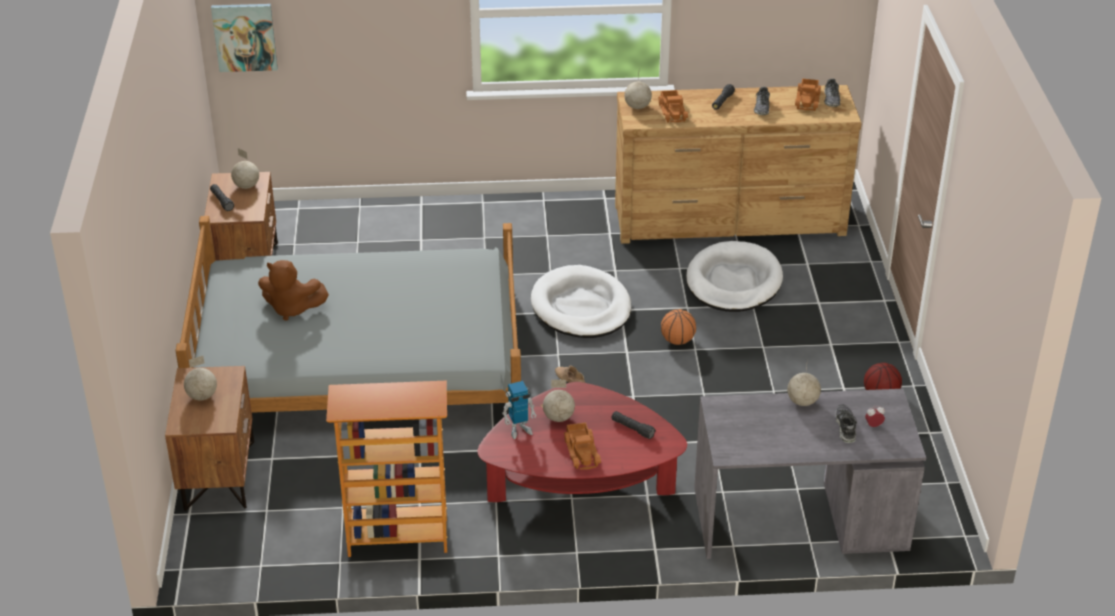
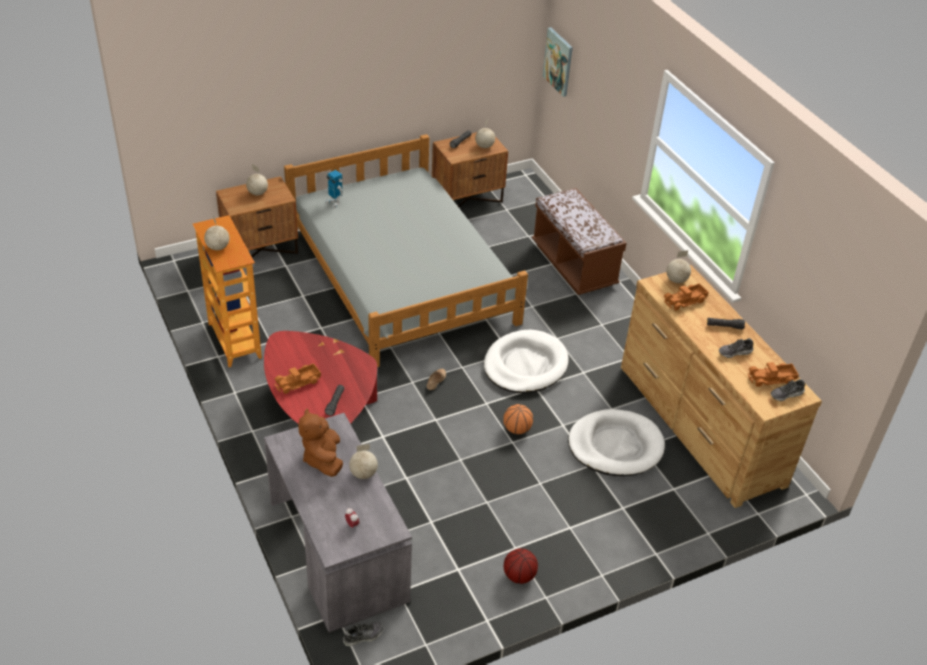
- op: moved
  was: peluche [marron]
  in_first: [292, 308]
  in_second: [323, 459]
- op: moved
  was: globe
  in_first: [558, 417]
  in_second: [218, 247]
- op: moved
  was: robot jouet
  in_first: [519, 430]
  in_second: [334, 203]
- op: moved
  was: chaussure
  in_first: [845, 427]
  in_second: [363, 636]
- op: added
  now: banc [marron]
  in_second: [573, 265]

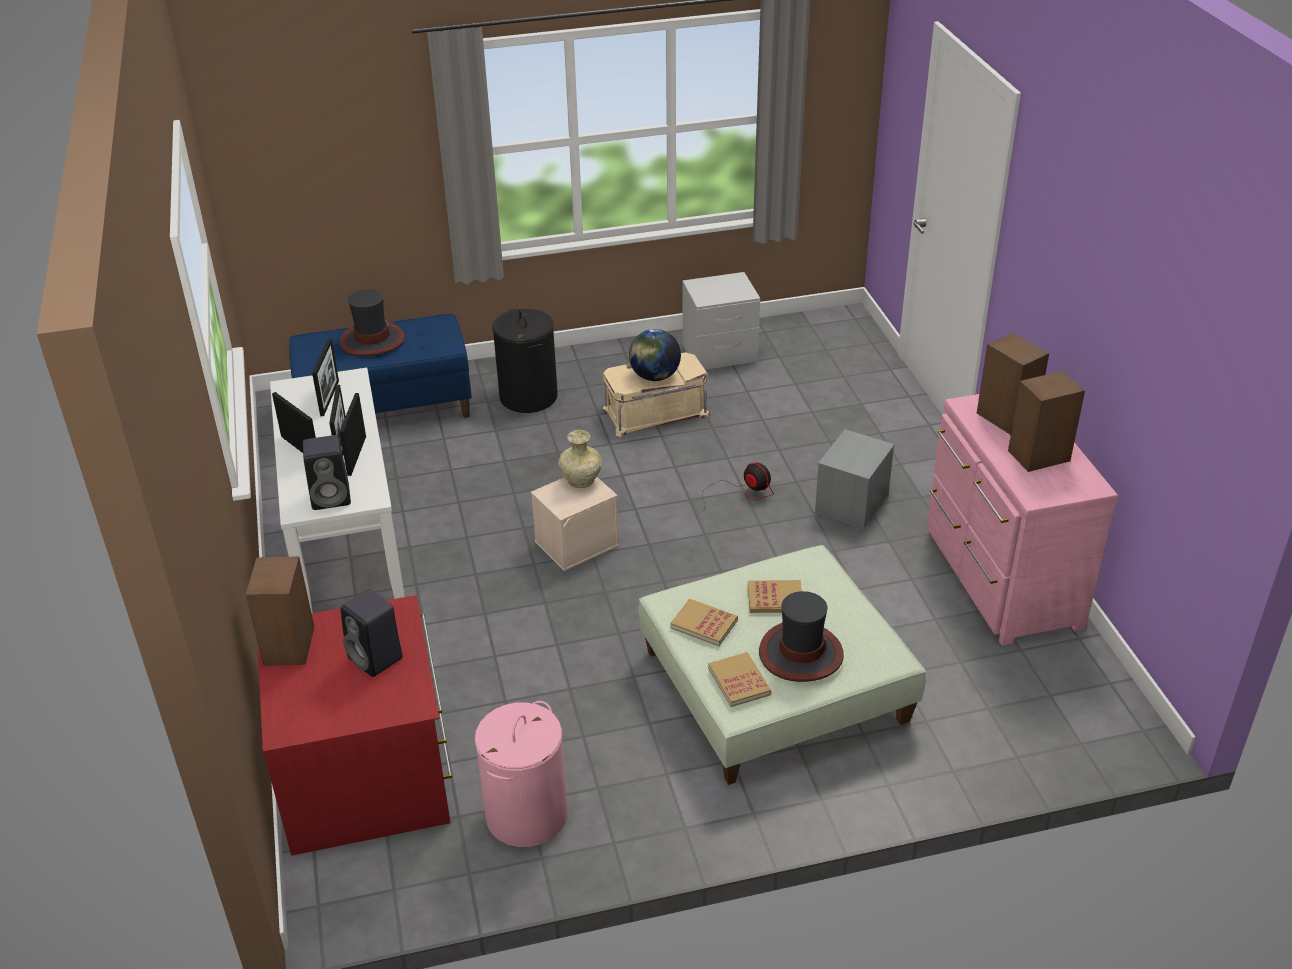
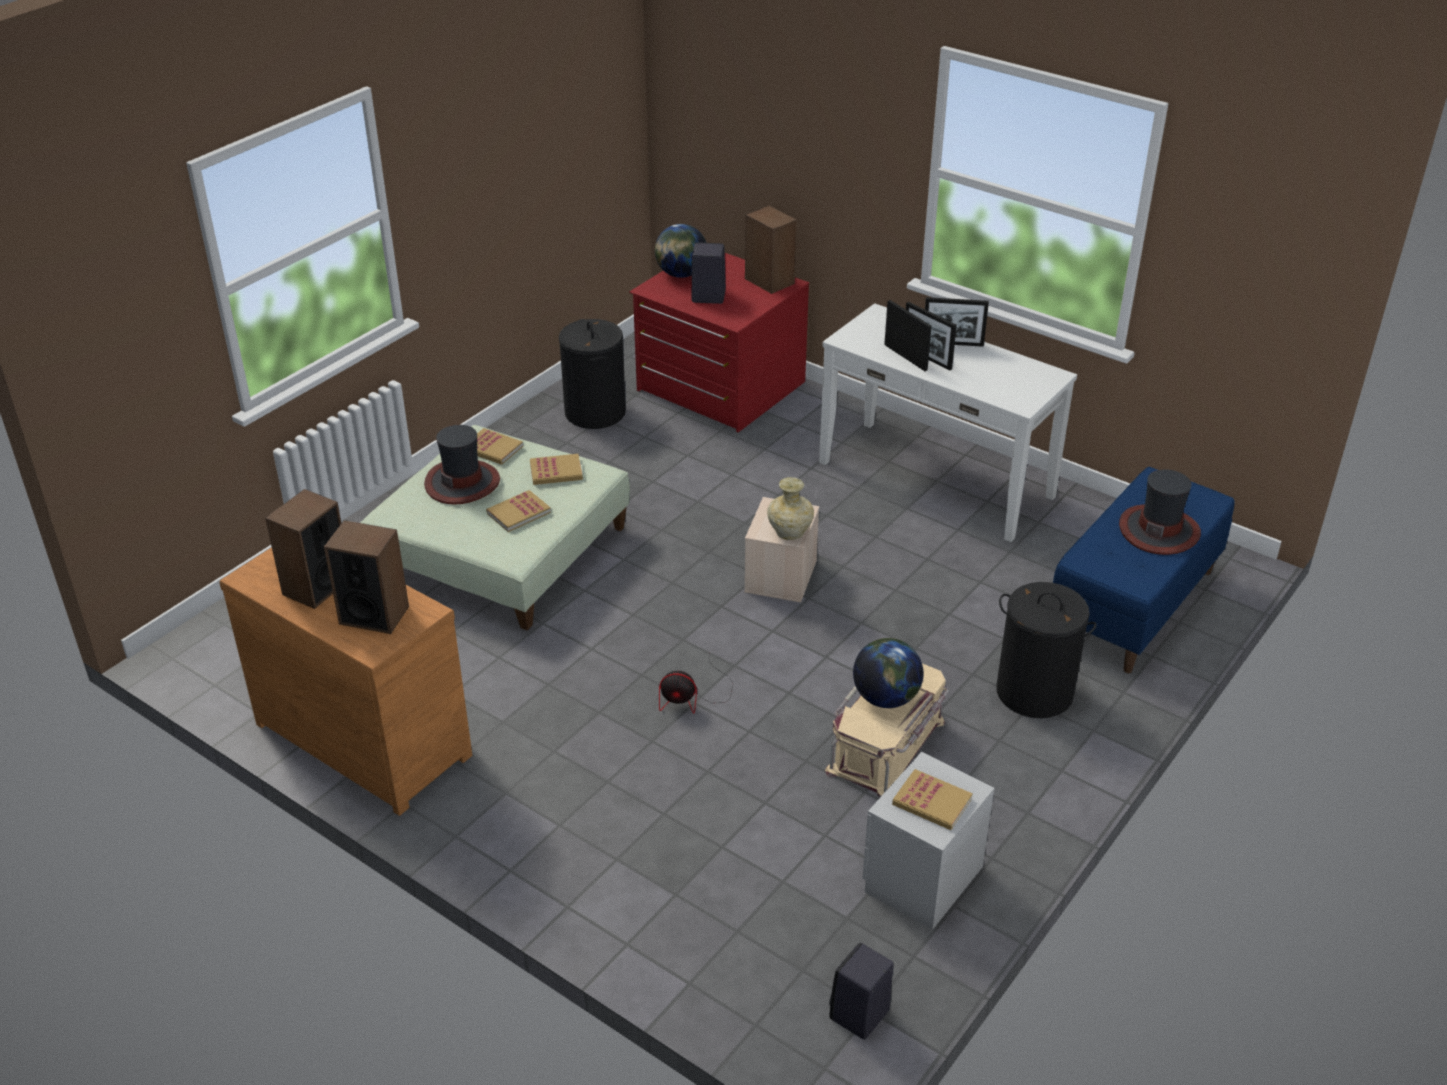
- op: removed
  was: cadre photo
  in_first: [329, 398]
- op: recoloured
  was: commode [rose]
  now: commode [marron]
  in_first: [999, 579]
  in_second: [366, 735]
- op: removed
  was: boîte de rangement [gris]
  in_first: [852, 504]
- op: moved
  was: enceinte [noir]
  in_first: [332, 497]
  in_second: [859, 1016]
- op: recoloured
  was: panier à linge [rose]
  now: panier à linge [noir]
  in_first: [526, 816]
  in_second: [595, 412]
- op: added
  now: globe
  in_second: [681, 274]
- op: added
  now: livre
  in_second: [932, 802]

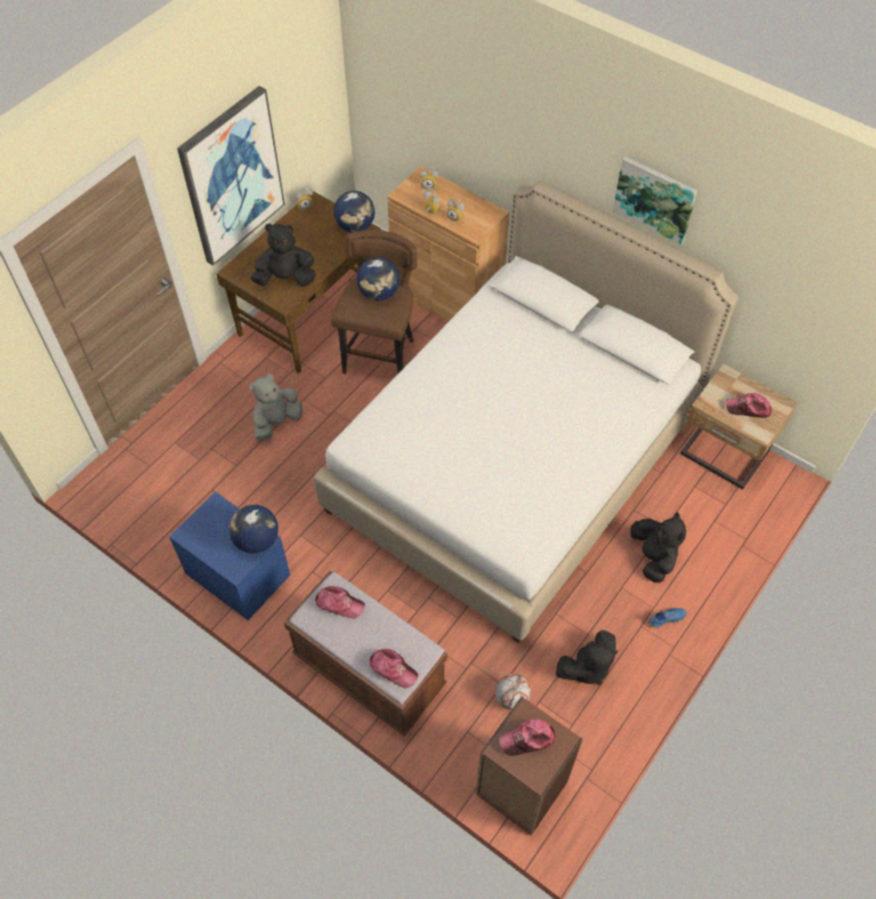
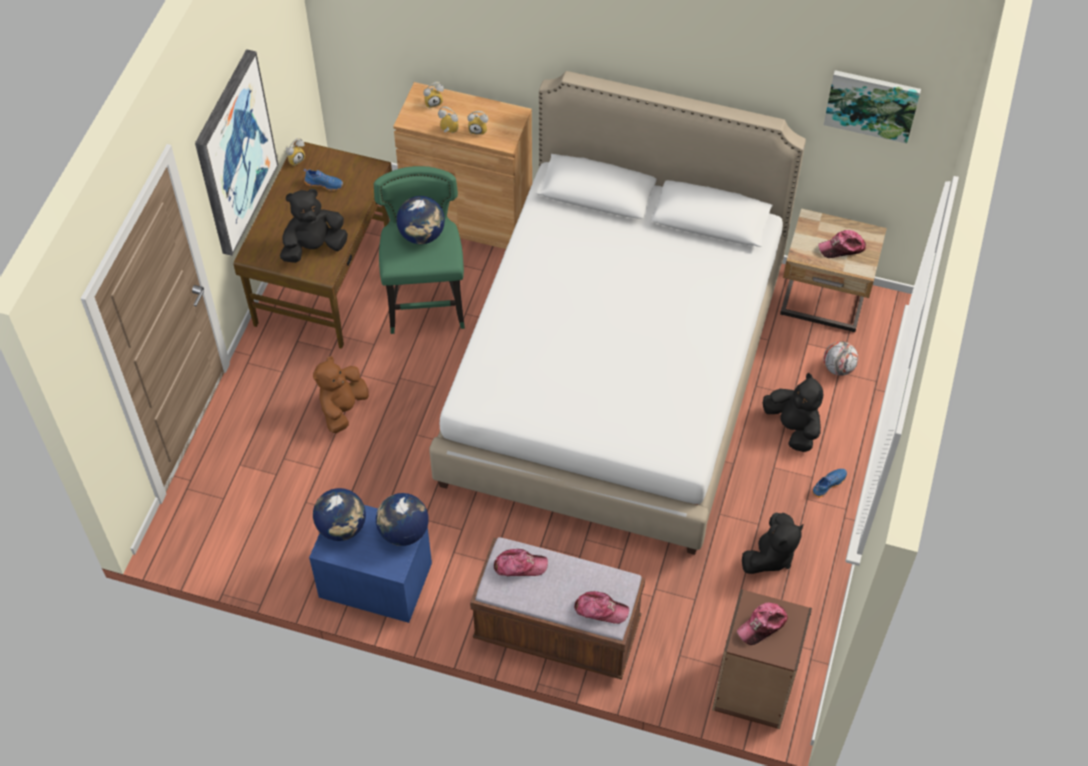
- op: moved
  was: tableau
  in_first: [655, 199]
  in_second: [872, 104]
- op: moved
  was: globe
  in_first: [355, 226]
  in_second: [342, 527]
- op: recoloured
  was: tabouret [marron]
  now: tabouret [vert]
  in_first: [381, 359]
  in_second: [426, 306]
- op: recoloured
  was: peluche [gris]
  now: peluche [marron]
  in_first: [277, 422]
  in_second: [342, 408]
- op: moved
  was: ballon de foot
  in_first: [511, 698]
  in_second: [838, 368]
- op: added
  now: chaussure [bleu]
  in_second: [324, 183]

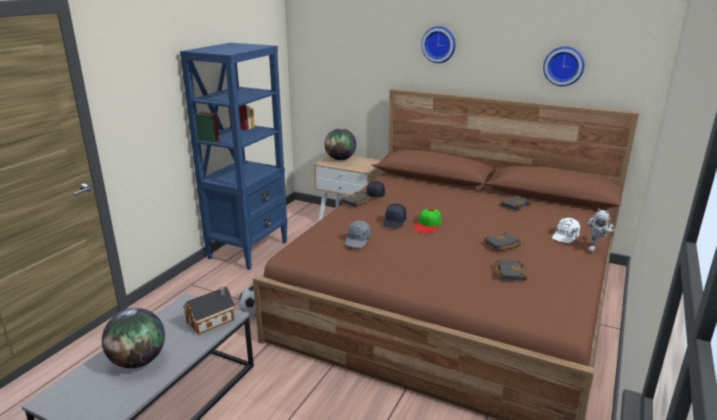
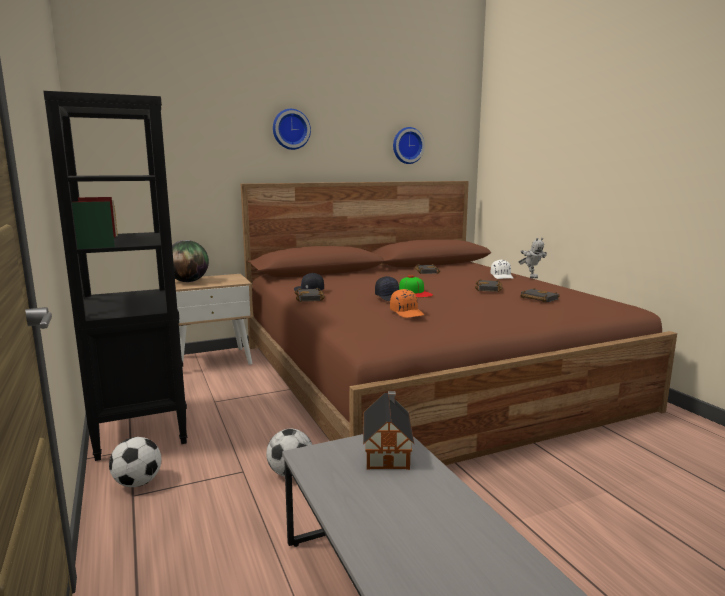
- op: recoloured
  was: bibliothèque [bleu]
  now: bibliothèque [noir]
  in_first: [249, 249]
  in_second: [140, 427]
- op: recoloured
  was: casquette [gris]
  now: casquette [orange]
  in_first: [358, 240]
  in_second: [407, 312]
- op: removed
  was: globe
  in_first: [138, 361]
- op: added
  now: ballon de foot
  in_second: [138, 483]

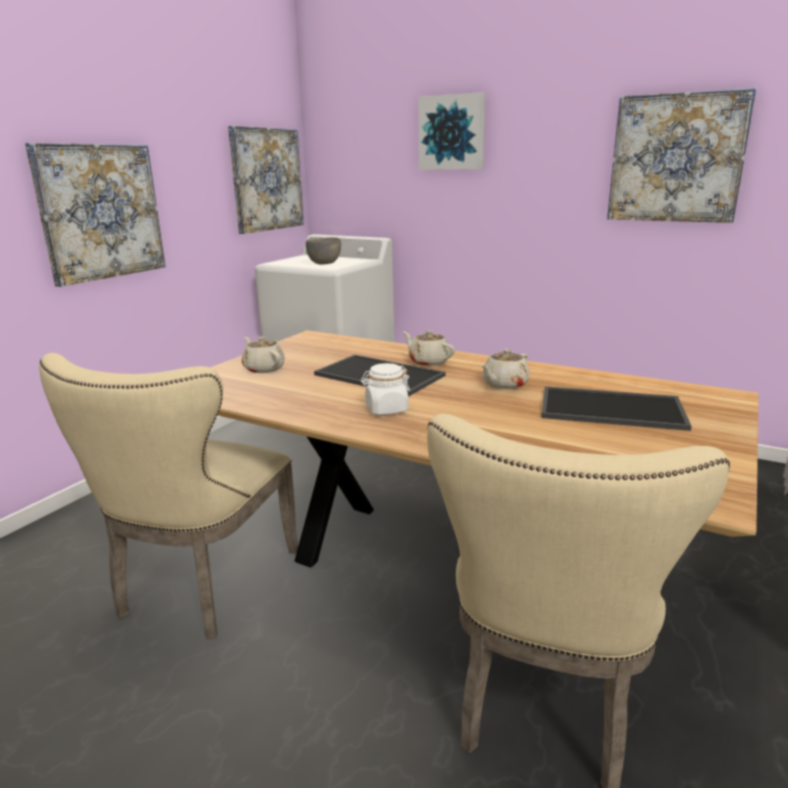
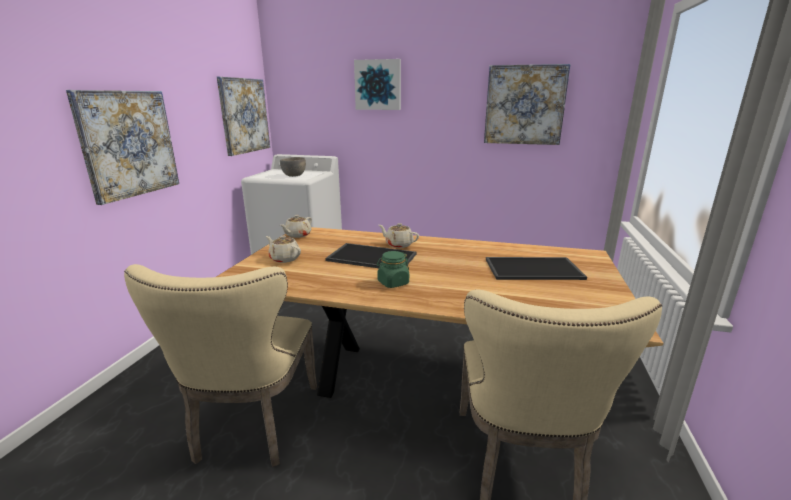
- op: moved
  was: théière [beige]
  in_first: [504, 384]
  in_second: [297, 235]
- op: recoloured
  was: bocal [blanc]
  now: bocal [vert]
  in_first: [386, 409]
  in_second: [393, 283]

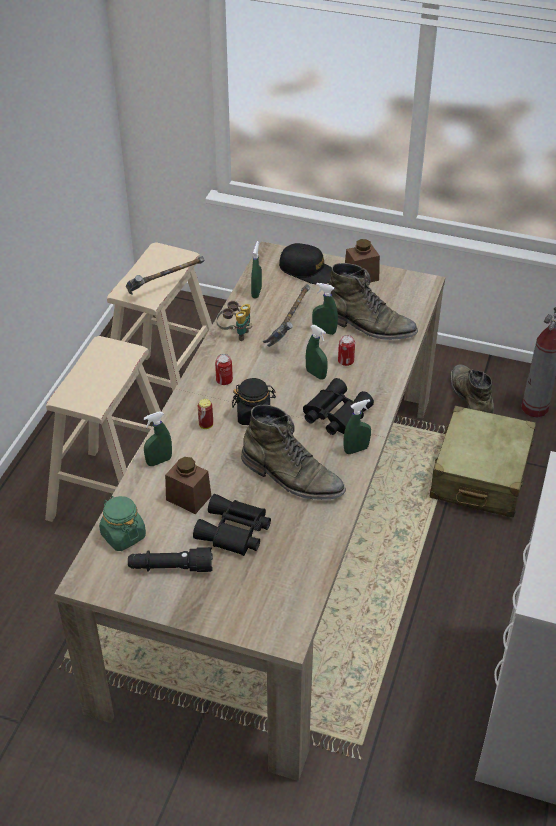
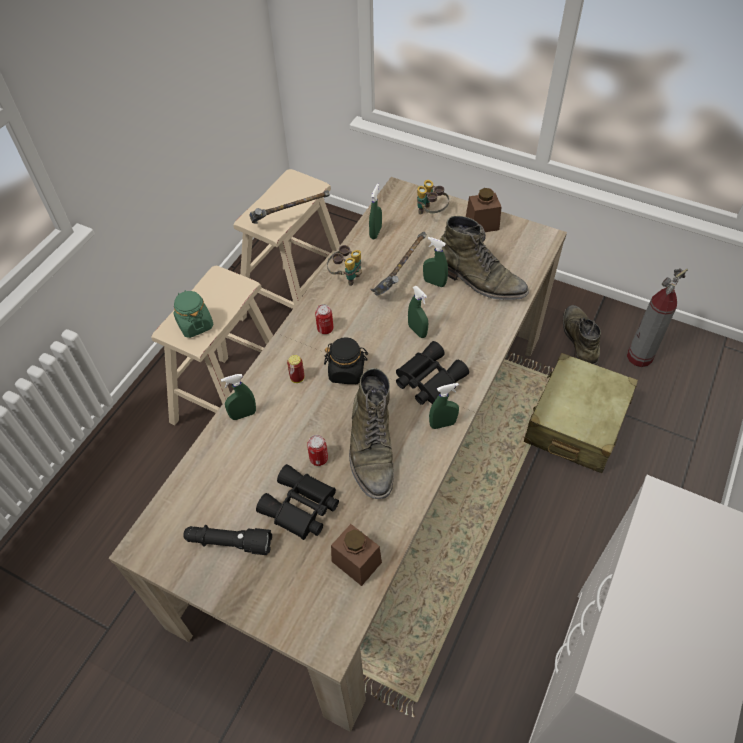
- op: replaced
  was: casquette [noir]
  now: jumelles
  in_first: [308, 271]
  in_second: [430, 213]
- op: moved
  was: boîte métallique
  in_first: [345, 361]
  in_second: [318, 458]
- op: turned
  was: botte [vert]
  in_first: [292, 477]
  in_second: [371, 449]
  clockwise: 45
- op: moved
  was: bocal [marron]
  in_first: [188, 498]
  in_second: [356, 562]
- op: moved
  was: bocal [vert]
  in_first: [123, 535]
  in_second: [195, 324]

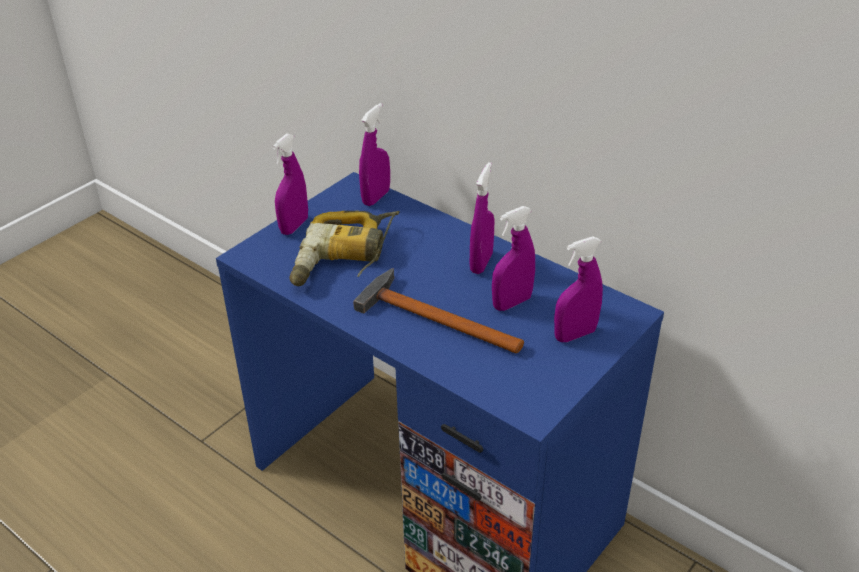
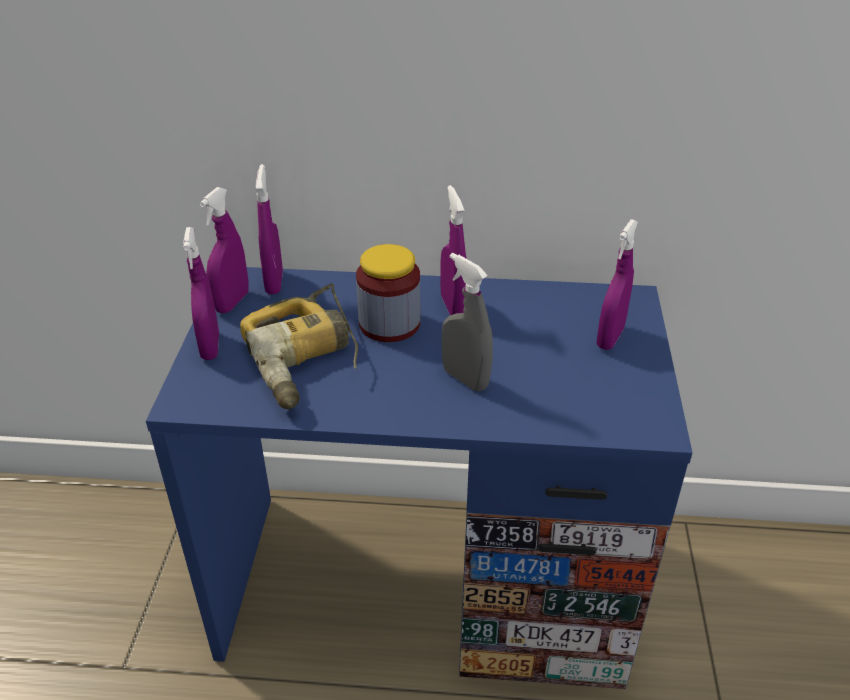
- op: moved
  was: vaporisateur [violet]
  in_first: [512, 303]
  in_second: [232, 302]
- op: replaced
  was: marteau
  now: vaporisateur [gris]
  in_first: [434, 317]
  in_second: [465, 379]
- op: added
  now: bocal
  in_second: [389, 324]

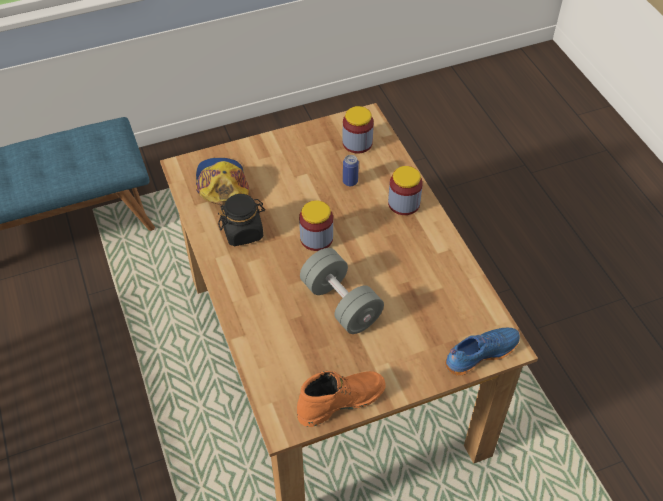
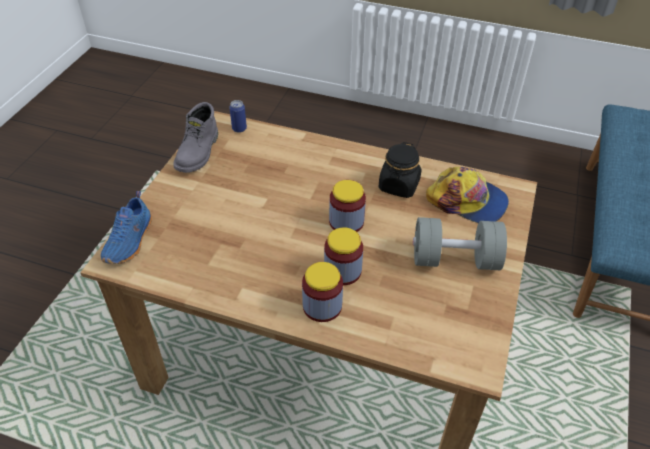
- op: moved
  was: bocal
  in_first: [357, 143]
  in_second: [342, 271]
- op: moved
  was: boîte métallique
  in_first: [350, 181]
  in_second: [239, 128]
- op: moved
  was: haltère [gris]
  in_first: [341, 303]
  in_second: [455, 259]
- op: recoloured
  was: botte [orange]
  now: botte [gris]
  in_first: [340, 400]
  in_second: [199, 153]

